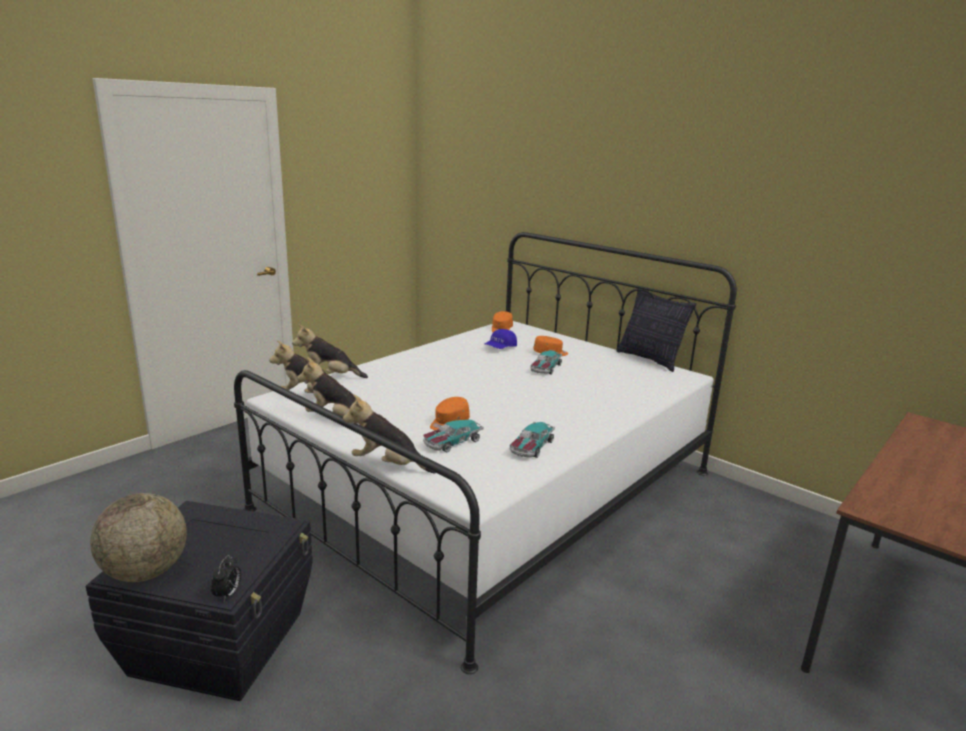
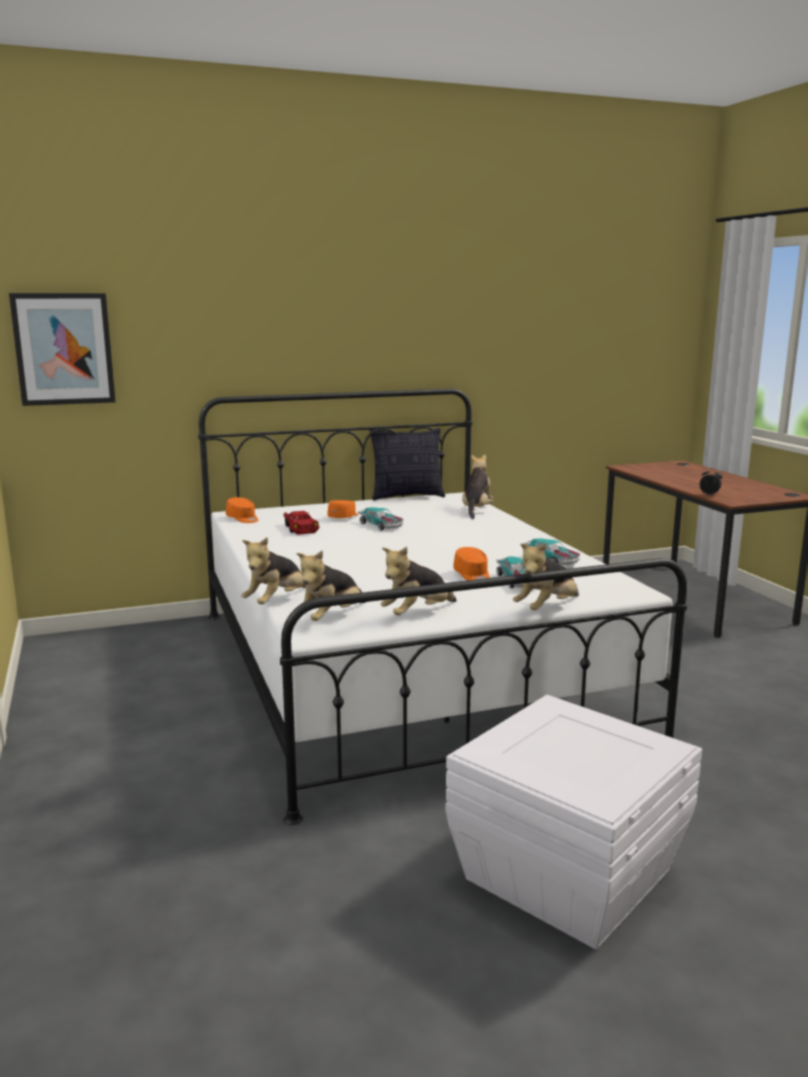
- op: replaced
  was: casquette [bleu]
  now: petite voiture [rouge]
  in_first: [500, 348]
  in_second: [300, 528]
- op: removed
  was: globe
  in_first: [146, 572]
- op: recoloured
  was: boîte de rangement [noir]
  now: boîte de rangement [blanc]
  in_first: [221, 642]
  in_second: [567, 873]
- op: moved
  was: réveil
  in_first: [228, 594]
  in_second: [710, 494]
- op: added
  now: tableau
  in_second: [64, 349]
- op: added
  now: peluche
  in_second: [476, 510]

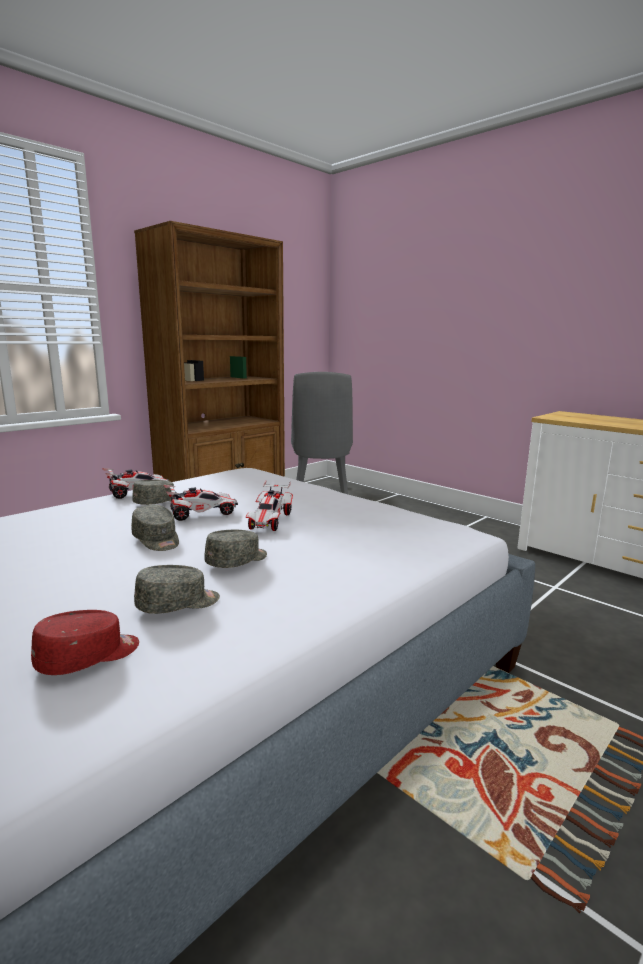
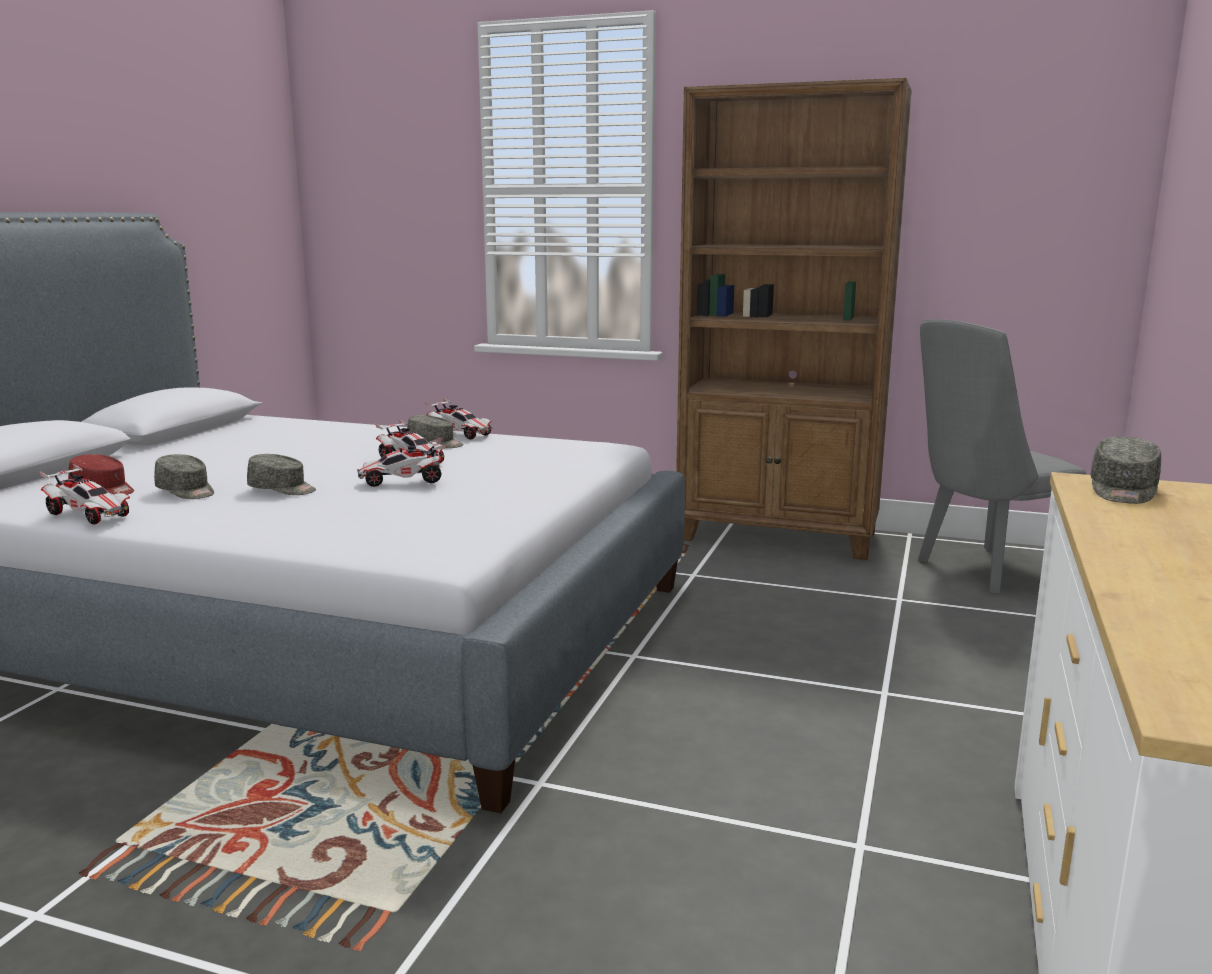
- op: moved
  was: casquette [gris]
  in_first: [157, 540]
  in_second: [1122, 491]
- op: added
  now: petite voiture
  in_second: [90, 515]

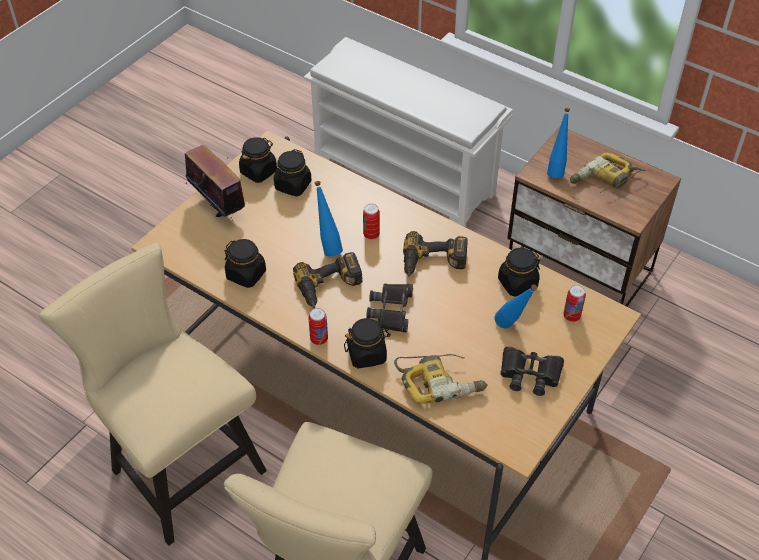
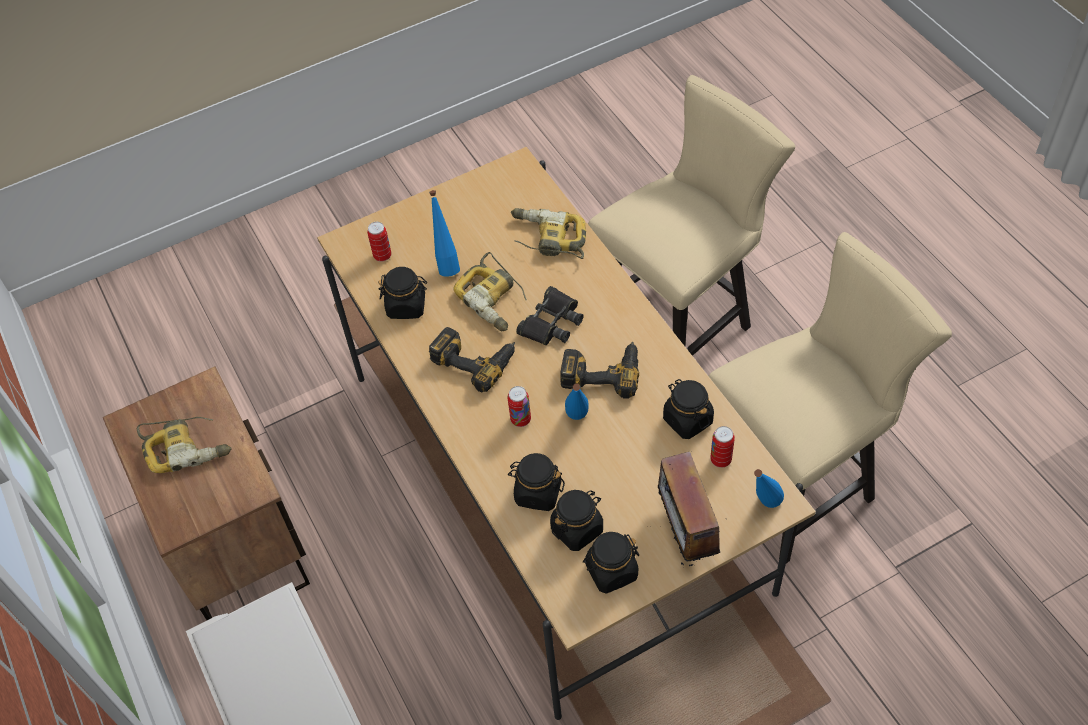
- op: moved
  was: bouteille [bleu]
  in_first: [556, 170]
  in_second: [762, 508]
- op: turned
  was: chaise [beige]
  in_first: [180, 466]
  in_second: [798, 479]
  clockwise: -105
- op: moved
  was: boîte métallique
  in_first: [319, 339]
  in_second: [720, 460]
- op: moved
  was: bocal [noir]
  in_first: [367, 354]
  in_second: [537, 493]
- op: removed
  was: jumelles [noir]
  in_first: [530, 374]
- op: added
  now: perceuse
  in_second: [494, 299]

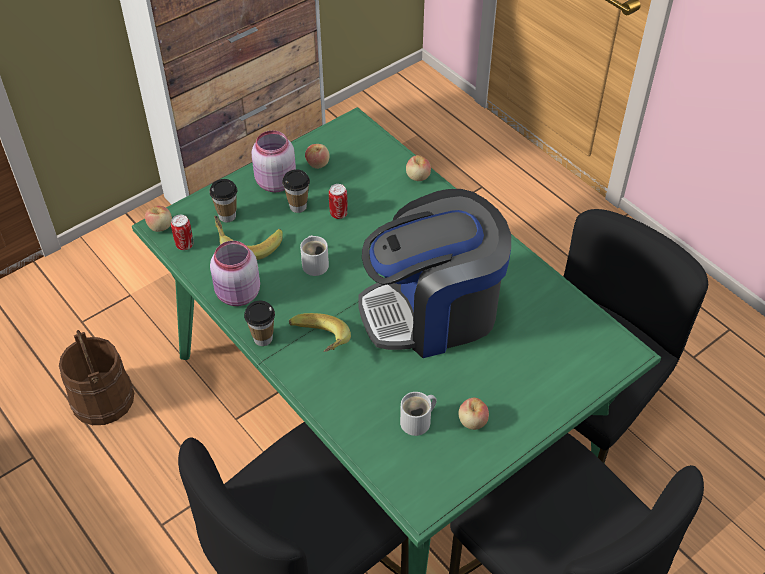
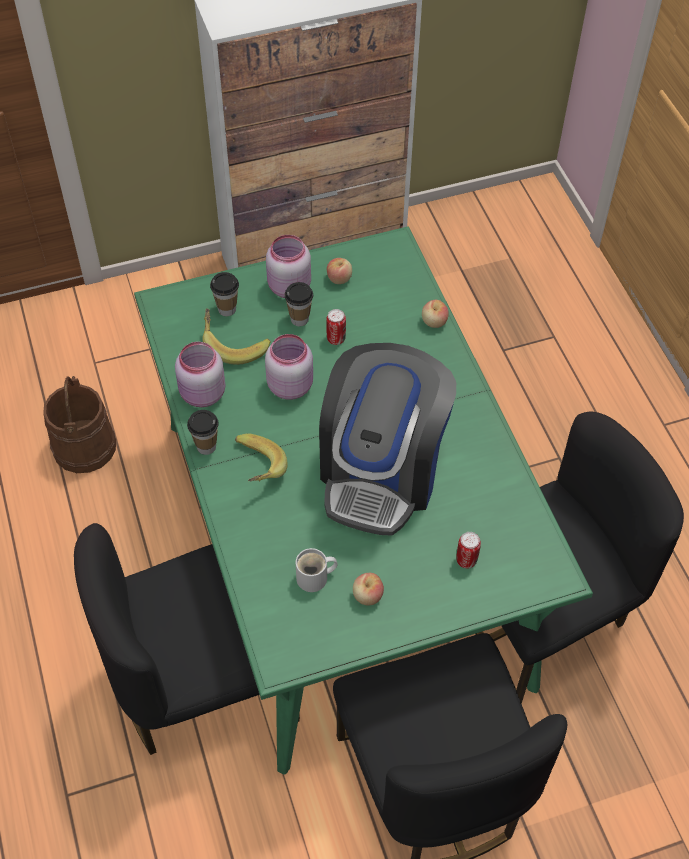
- op: turned
  was: machine à café
  in_first: [433, 311]
  in_second: [382, 471]
  clockwise: -75
- op: removed
  was: pomme
  in_first: [160, 227]
- op: moved
  was: boîte métallique
  in_first: [184, 244]
  in_second: [466, 560]
- op: replaced
  was: mug [blanc]
  now: bocal [rose]
  in_first: [315, 263]
  in_second: [290, 385]

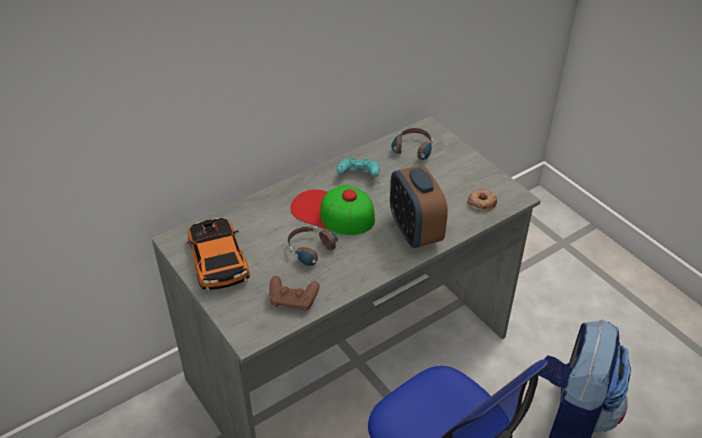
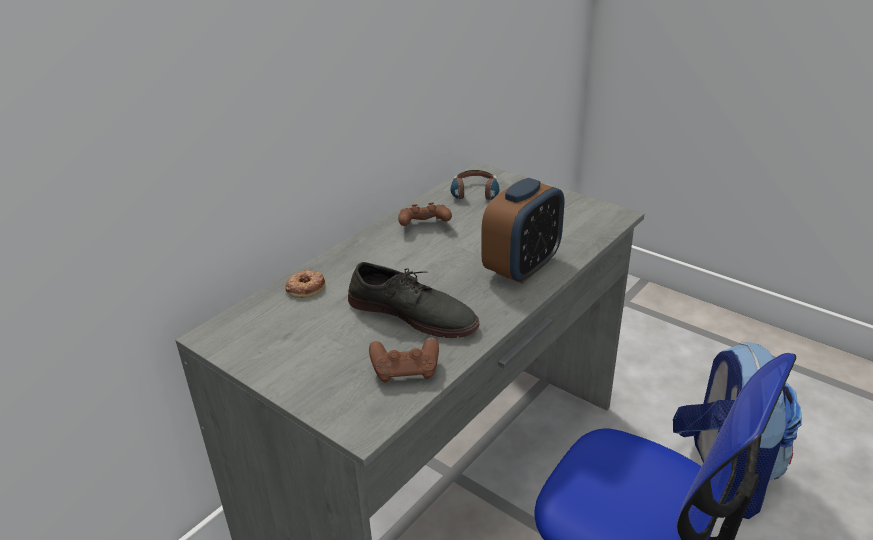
- op: recoloured
  was: manette [turquoise]
  now: manette [marron]
  in_first: [358, 175]
  in_second: [424, 226]
- op: turned
  was: réveil
  in_first: [415, 231]
  in_second: [522, 267]
  clockwise: -105
- op: removed
  was: casquette
  in_first: [332, 212]
- op: moved
  was: beignet
  in_first: [481, 202]
  in_second: [305, 287]
- op: removed
  was: petite voiture
  in_first: [217, 259]
- op: replaced
  was: casque audio
  now: chaussure [gris]
  in_first: [317, 254]
  in_second: [413, 313]

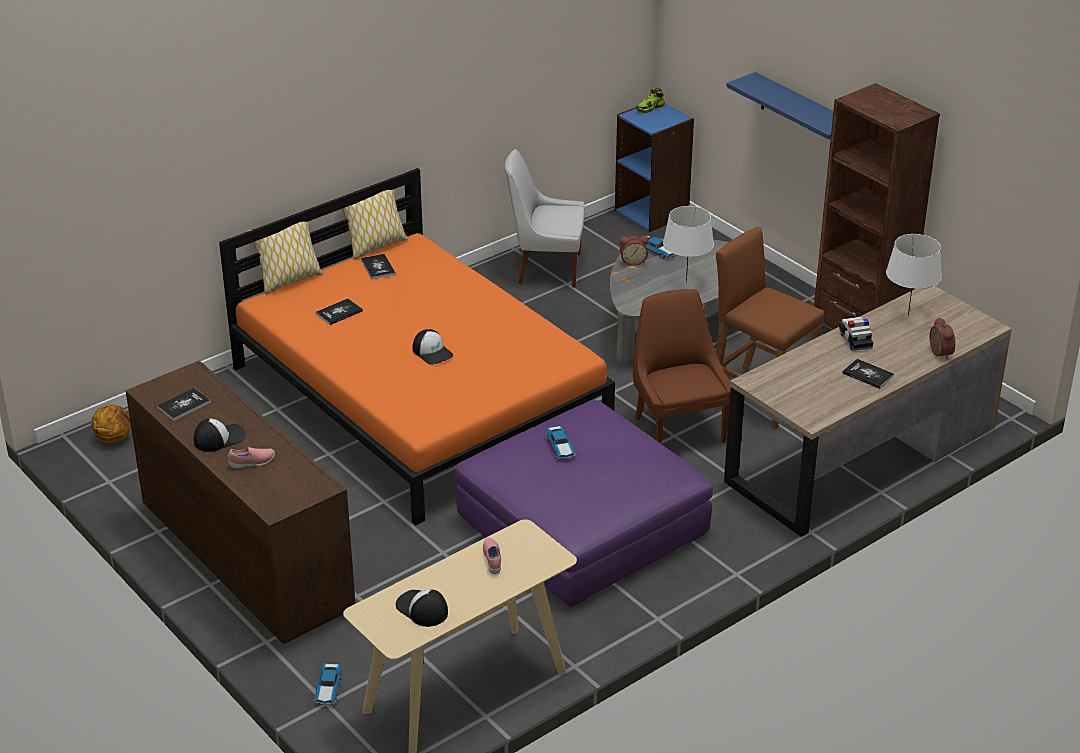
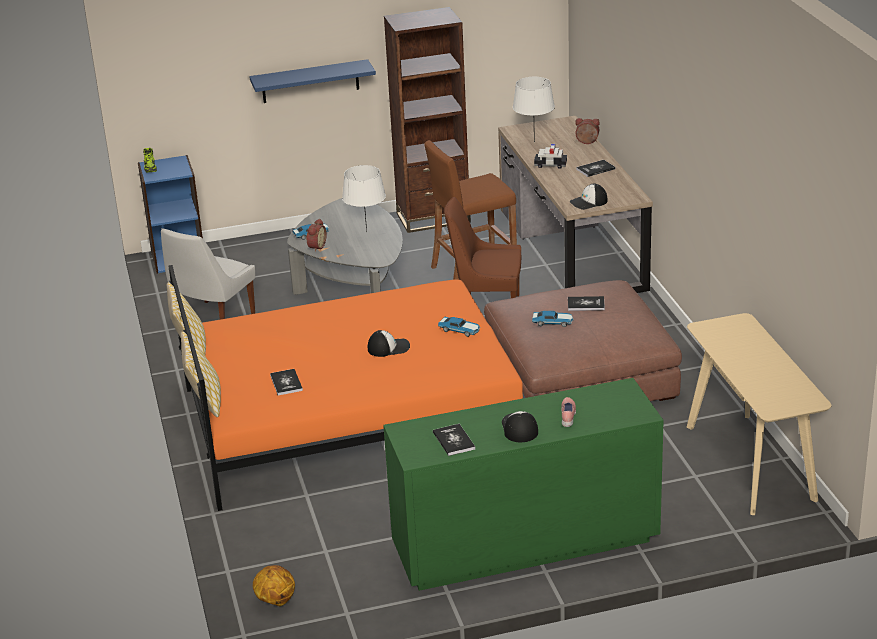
- op: moved
  was: livre
  in_first: [378, 267]
  in_second: [586, 304]
- op: recoloured
  was: commode [marron]
  now: commode [vert]
  in_first: [247, 560]
  in_second: [524, 545]
- op: recoloured
  was: pouf [violet]
  now: pouf [marron]
  in_first: [582, 525]
  in_second: [580, 374]
- op: removed
  was: chaussure [rose]
  in_first: [493, 560]
- op: moved
  was: casquette
  in_first: [421, 609]
  in_second: [588, 202]
- op: moved
  was: petite voiture
  in_first: [328, 689]
  in_second: [460, 330]

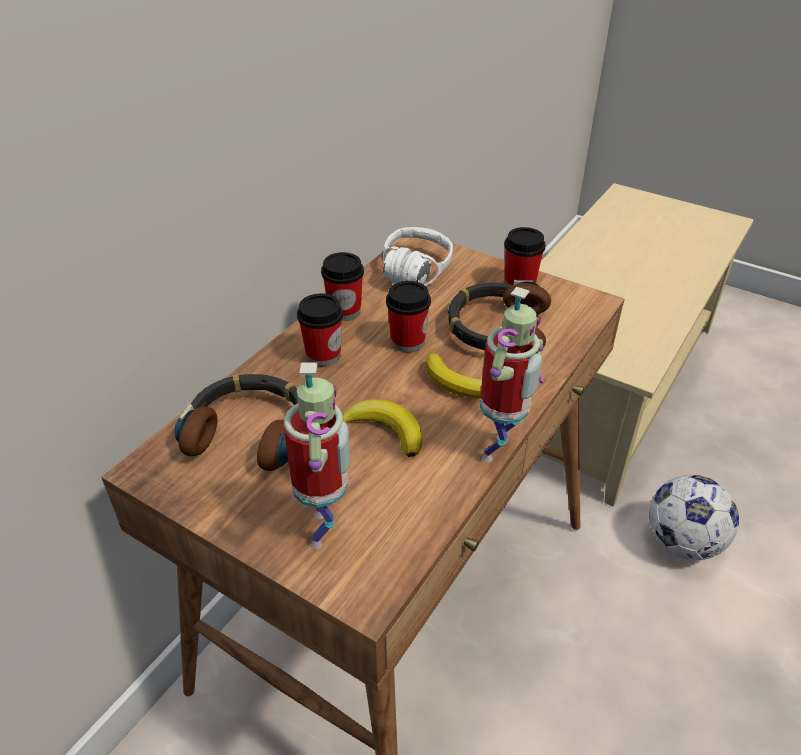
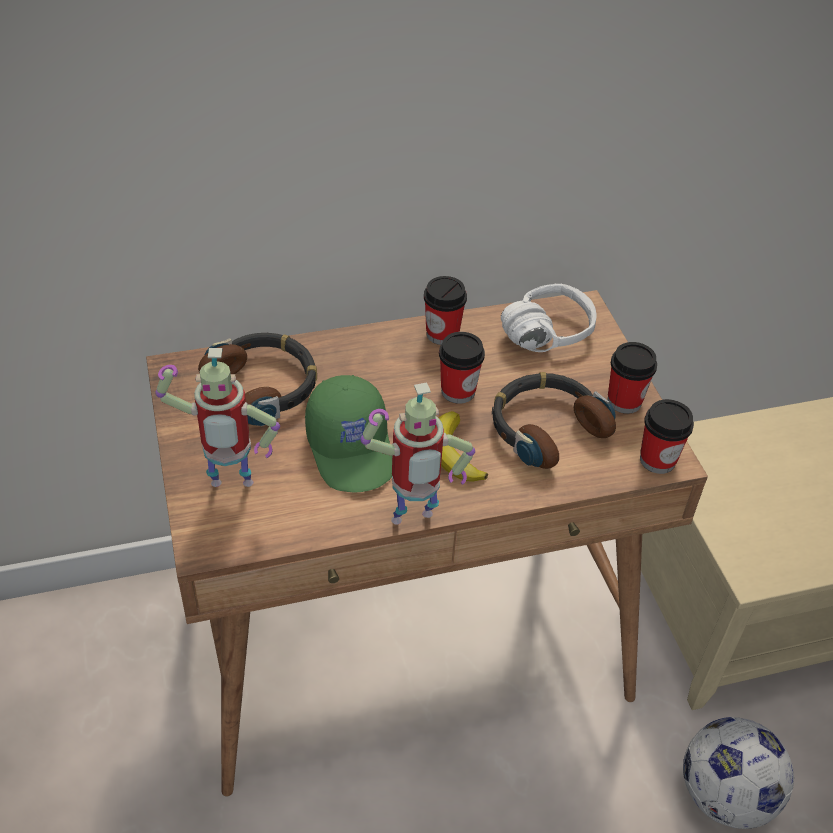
- op: moved
  was: tasse
  in_first: [323, 355]
  in_second: [657, 460]
- op: turned
  was: robot jouet
  in_first: [326, 530]
  in_second: [230, 488]
  clockwise: 45
- op: replaced
  was: banane
  now: casquette [vert]
  in_first: [386, 430]
  in_second: [352, 449]

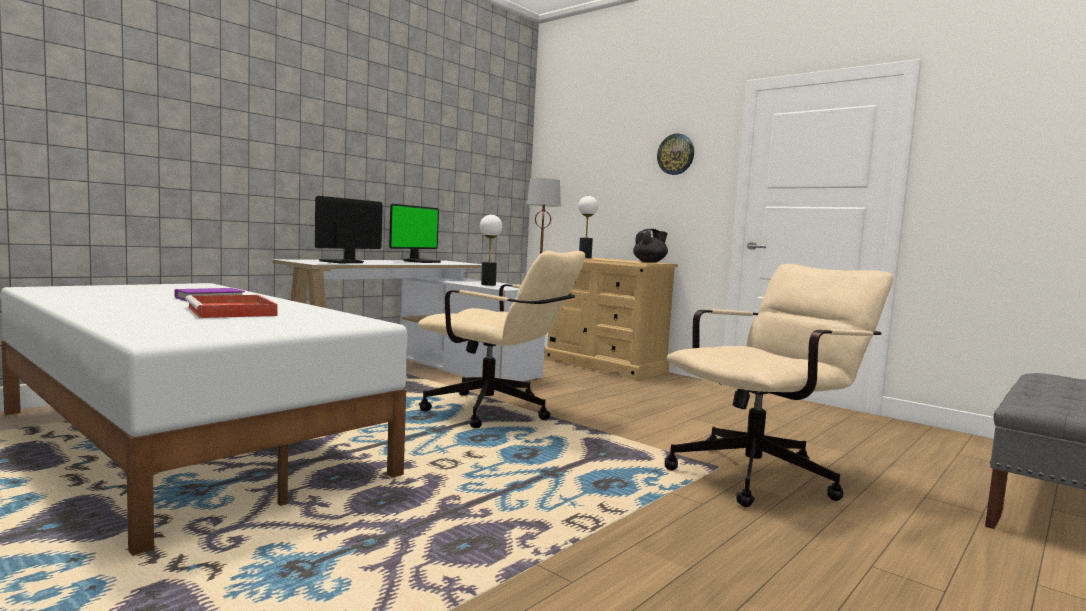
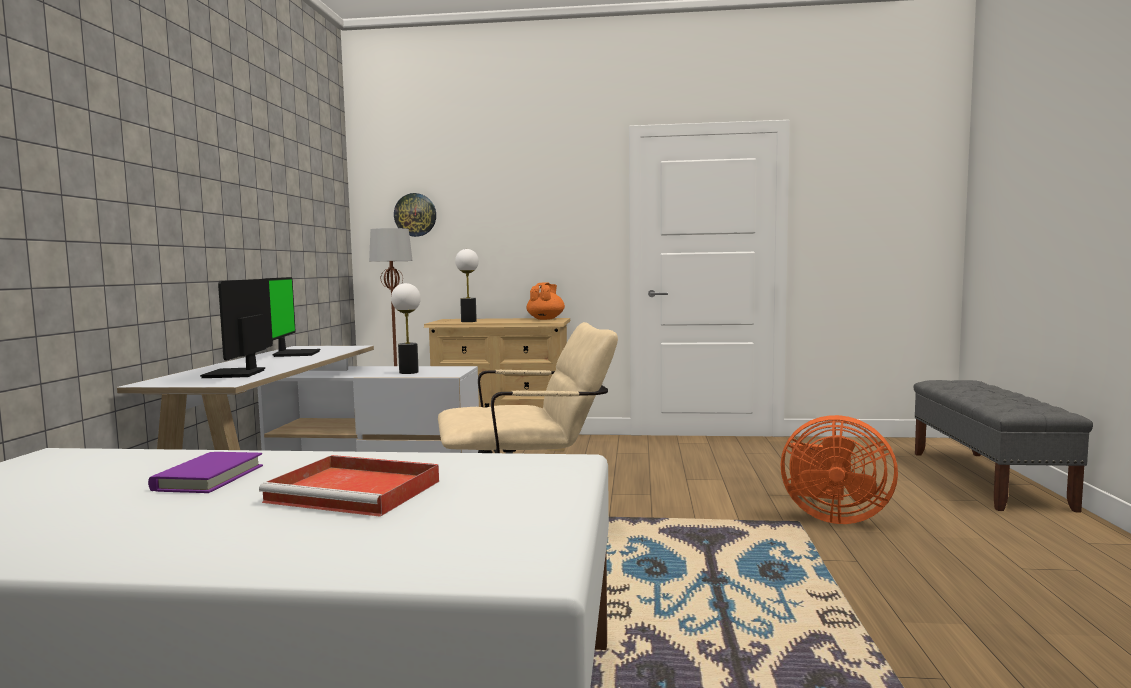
- op: moved
  was: horloge murale
  in_first: [676, 154]
  in_second: [415, 215]
- op: recoloured
  was: théière [noir]
  now: théière [orange]
  in_first: [650, 262]
  in_second: [546, 319]
- op: replaced
  was: chaise de bureau [beige]
  now: ventilateur [orange]
  in_first: [763, 474]
  in_second: [832, 517]

